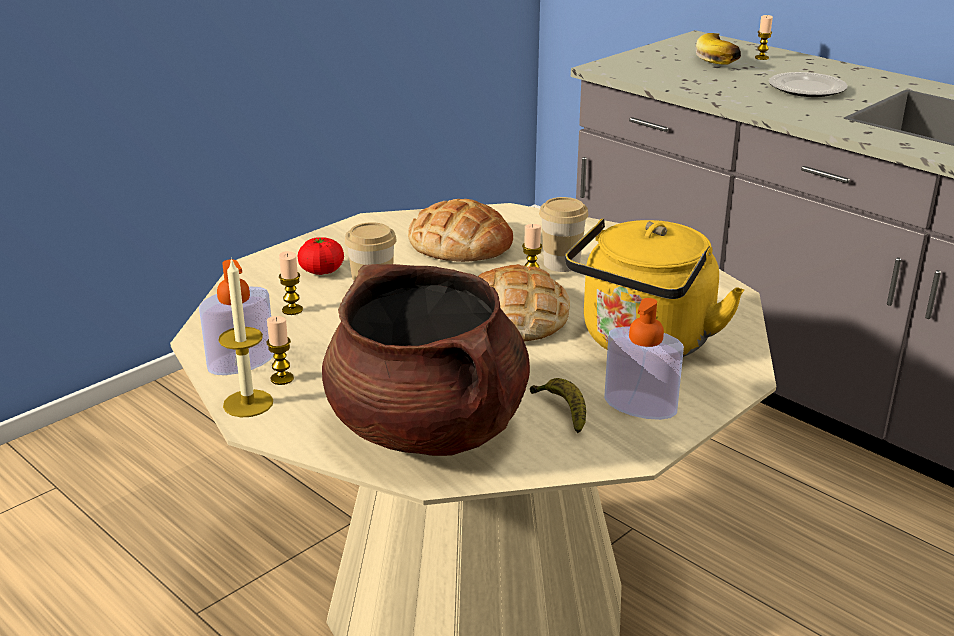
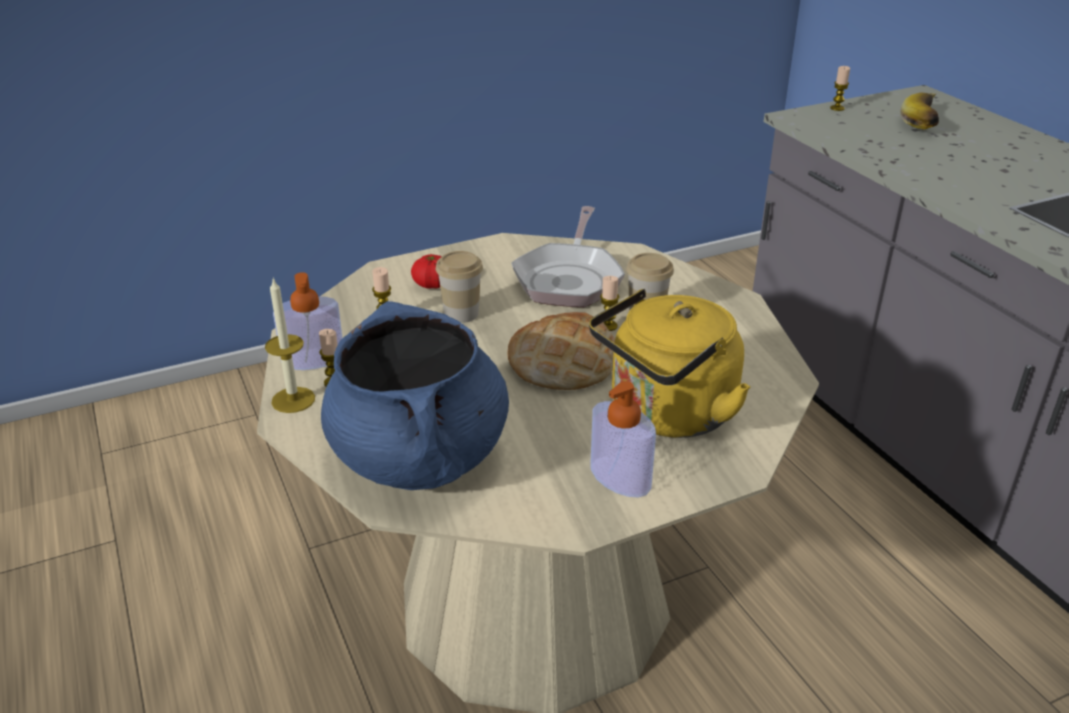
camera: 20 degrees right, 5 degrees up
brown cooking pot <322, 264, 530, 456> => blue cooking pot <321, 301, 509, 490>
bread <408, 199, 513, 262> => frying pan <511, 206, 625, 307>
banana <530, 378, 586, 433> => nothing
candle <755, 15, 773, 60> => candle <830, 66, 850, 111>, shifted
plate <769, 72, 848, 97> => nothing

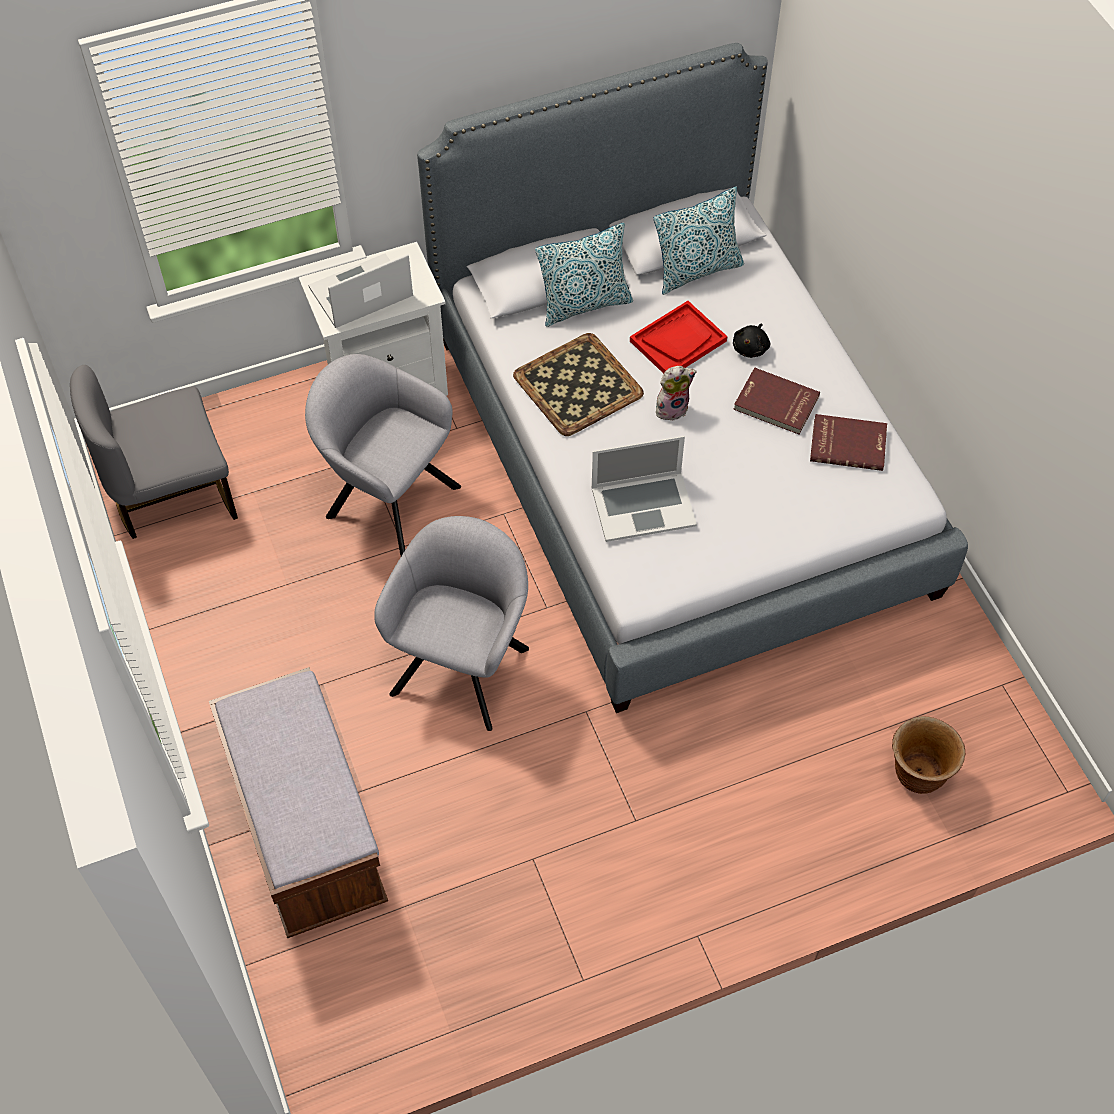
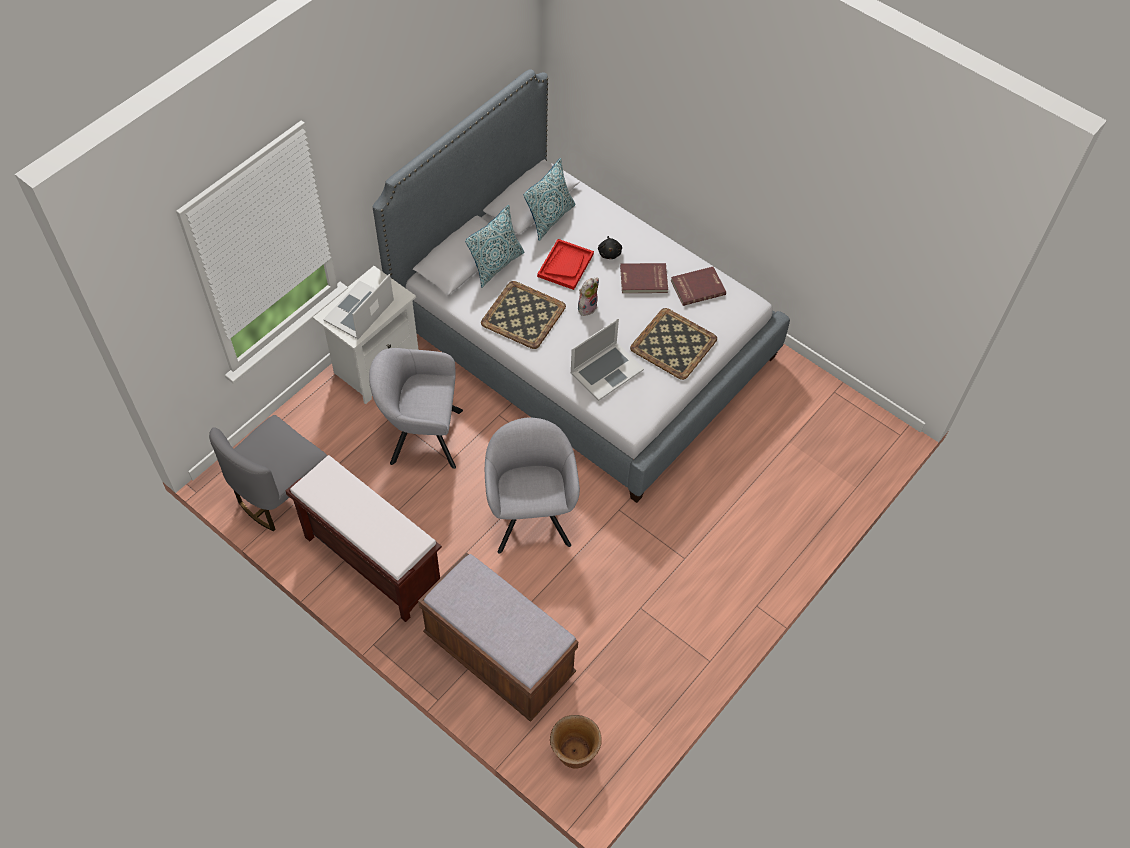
camera: 30 degrees left, 0 degrees up
brown planter <892, 716, 965, 794> => brown planter <550, 715, 602, 769>, shifted
nothing => brown bench <286, 455, 442, 622>
nothing => tray <630, 308, 717, 380>

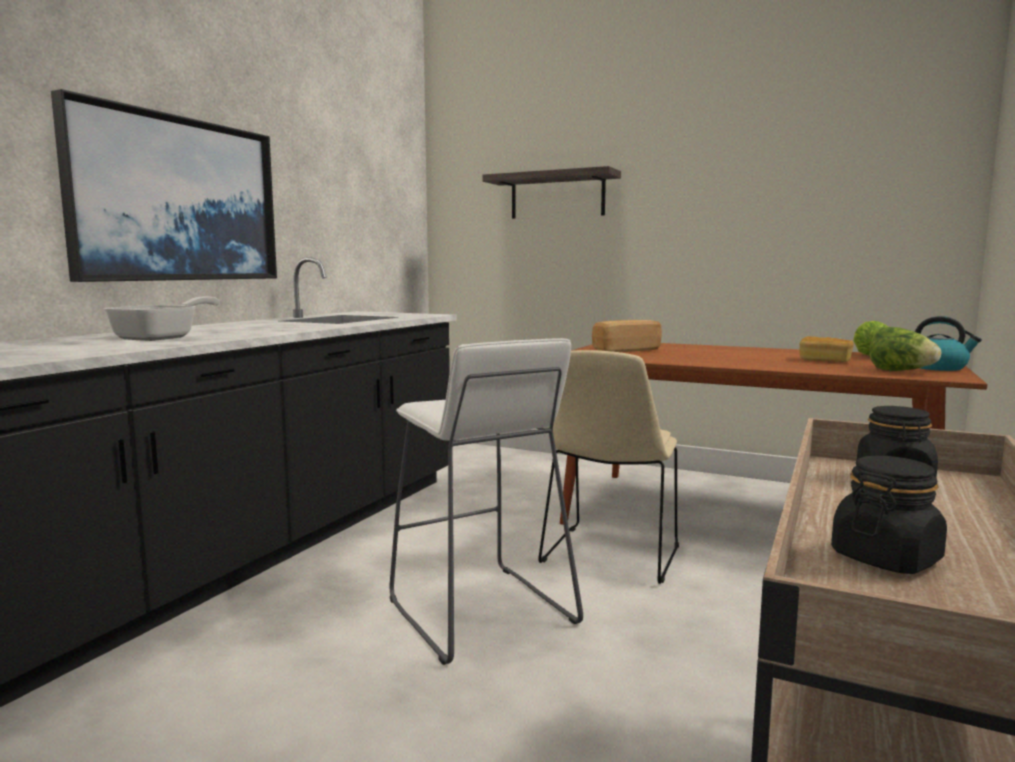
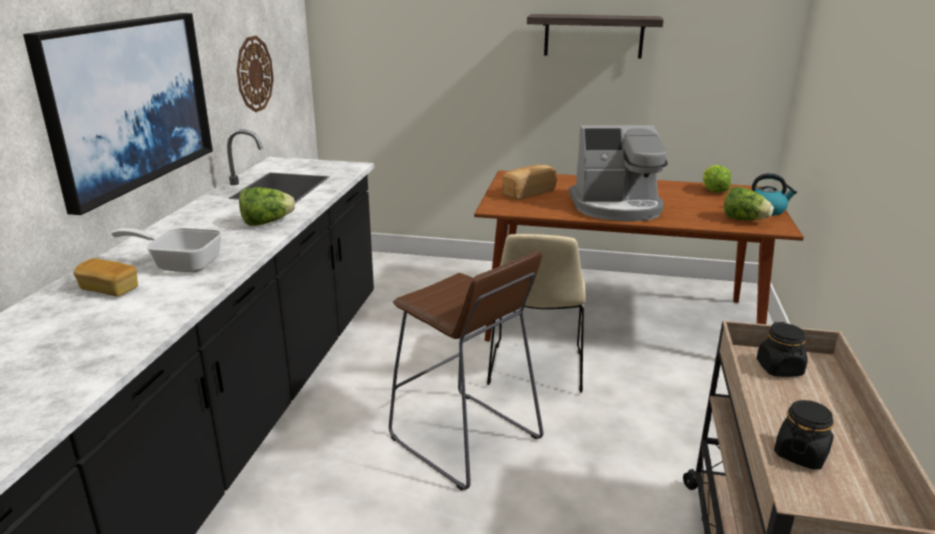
camera: 15 degrees left, 15 degrees up
frying pan <104, 296, 220, 341> => frying pan <111, 228, 222, 272>, 90 degrees counterclockwise
white stool <390, 338, 583, 665> => brown stool <389, 251, 543, 491>
shelf <482, 166, 621, 219> => shelf <527, 14, 664, 58>, shifted
bread <799, 336, 854, 362> => bread <73, 258, 138, 297>, shifted
nothing => wall clock <237, 36, 274, 112>
nothing => lettuce <239, 187, 295, 226>
nothing => coffee machine <569, 125, 668, 221>

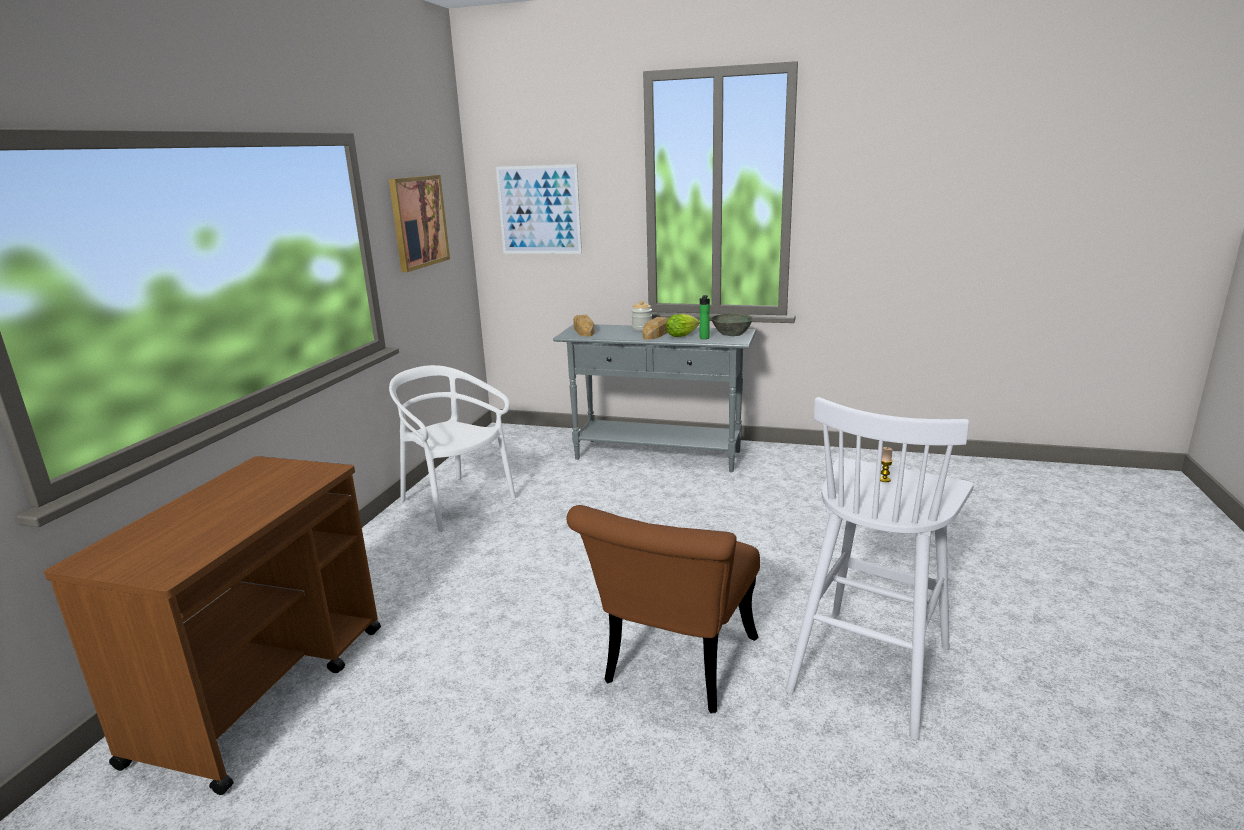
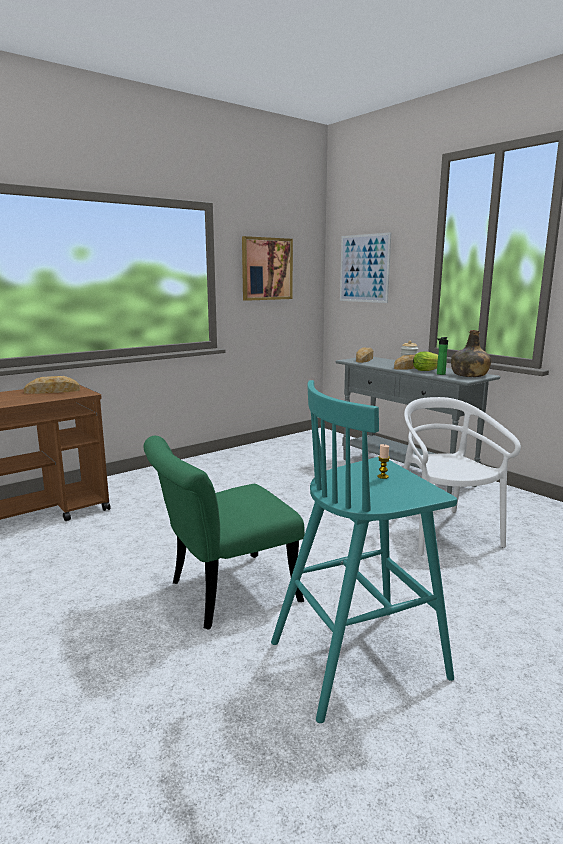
camera: 35 degrees right, 5 degrees down
white chair <389, 365, 516, 532> => white chair <404, 397, 521, 556>, shifted
brown chair <566, 505, 760, 713> => green chair <143, 436, 305, 630>
grey bowl <710, 313, 754, 336> => green bottle <451, 330, 491, 377>
white stool <786, 397, 974, 740> => turquoise stool <271, 380, 457, 723>
nothing => bread <24, 376, 80, 394>

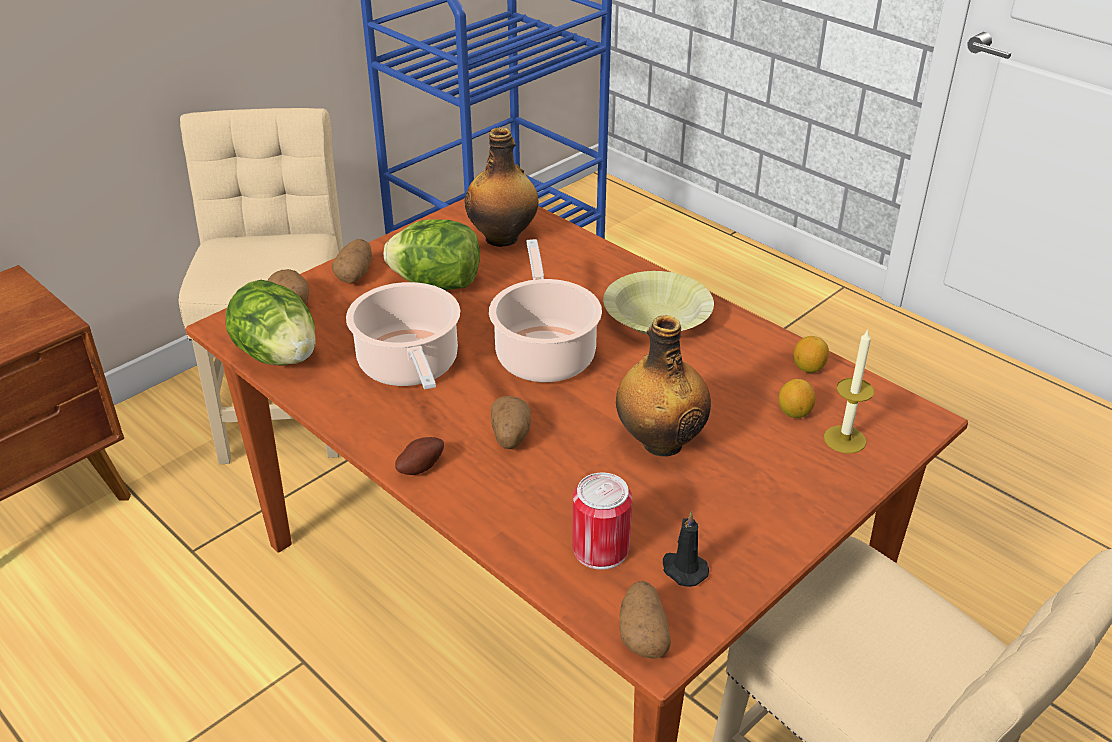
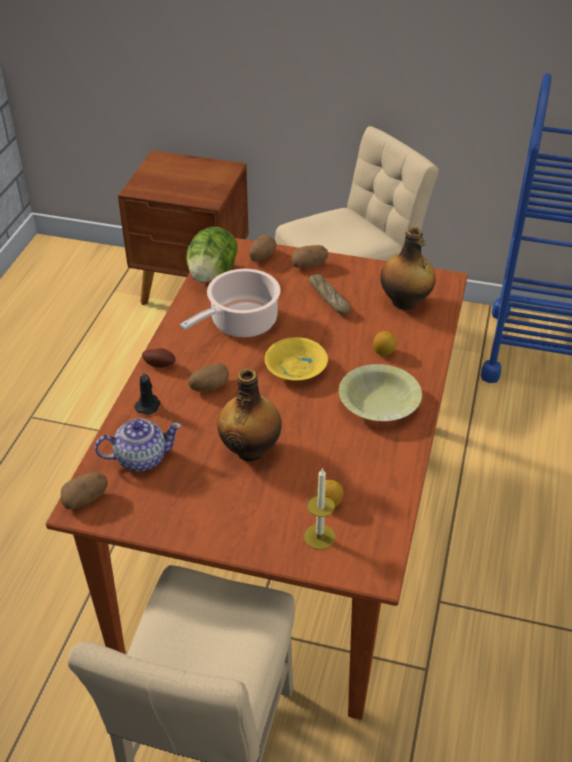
camera: 60 degrees right, 5 degrees up
lettuce <384, 219, 480, 290> => bread <309, 274, 350, 315>
cooking pot <489, 239, 602, 382> => yellow bowl <265, 337, 328, 380>
can <572, 473, 632, 570> => teapot <95, 418, 182, 471>
black candle <663, 511, 709, 587> => black candle <134, 371, 161, 415>, shifted
lemon <793, 336, 829, 373> => lemon <373, 331, 396, 355>, shifted

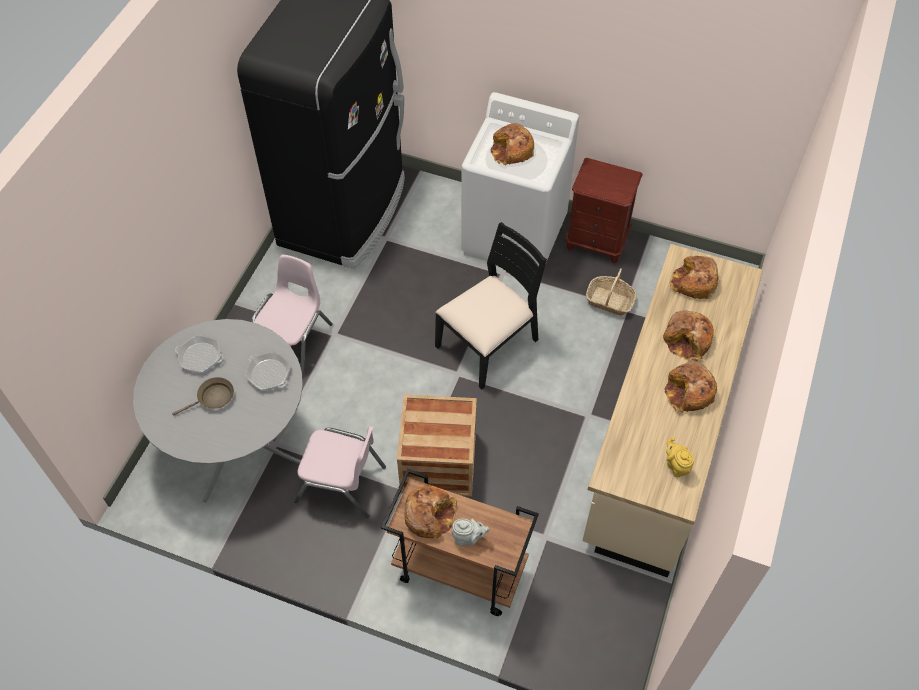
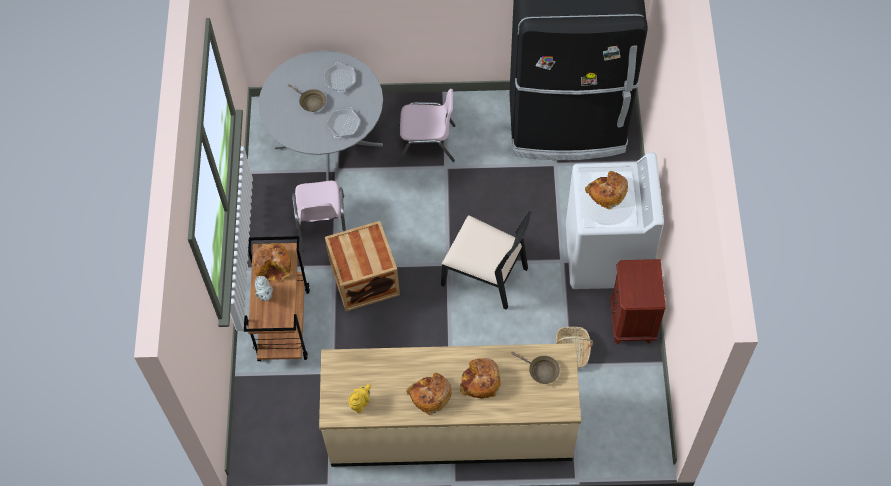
camera: 70 degrees right, 5 degrees up
bread <670, 256, 718, 299> => brown frying pan <511, 352, 560, 384>

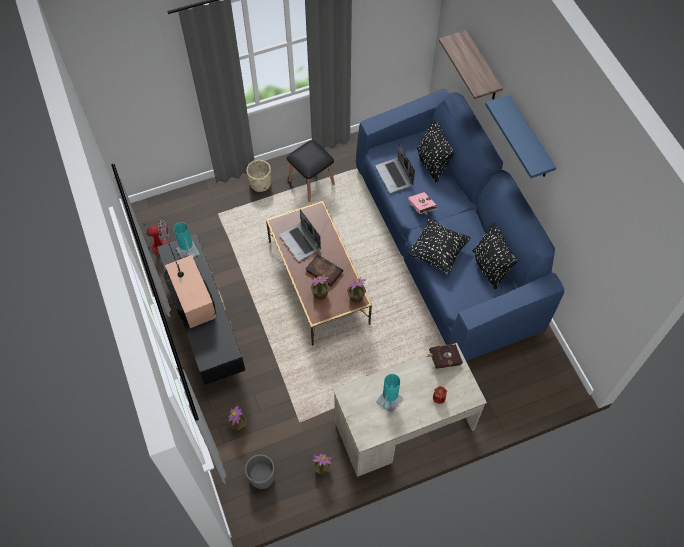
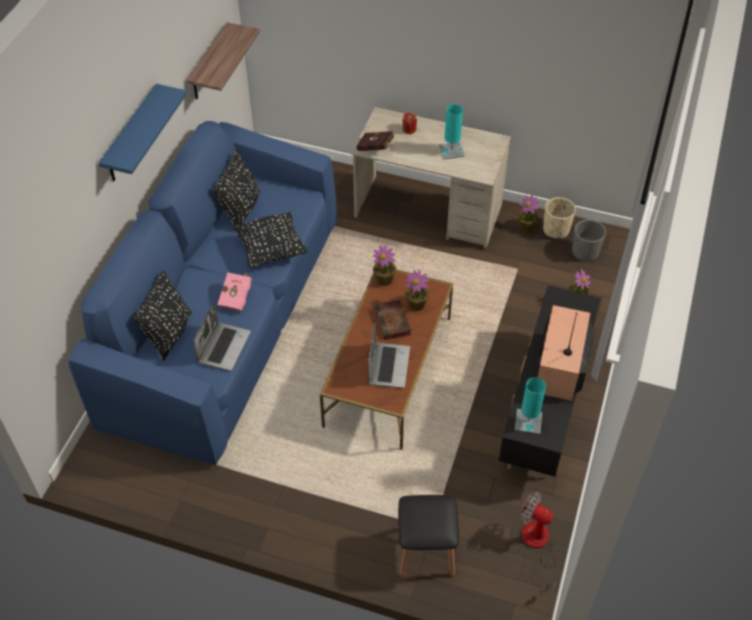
camera: 140 degrees left, 10 degrees down
beige planter <247, 160, 271, 192> => beige planter <543, 197, 576, 238>, shifted
black stool <287, 140, 335, 202> => black stool <398, 495, 459, 577>, shifted
shelf <439, 30, 503, 100> => shelf <186, 22, 260, 99>, shifted

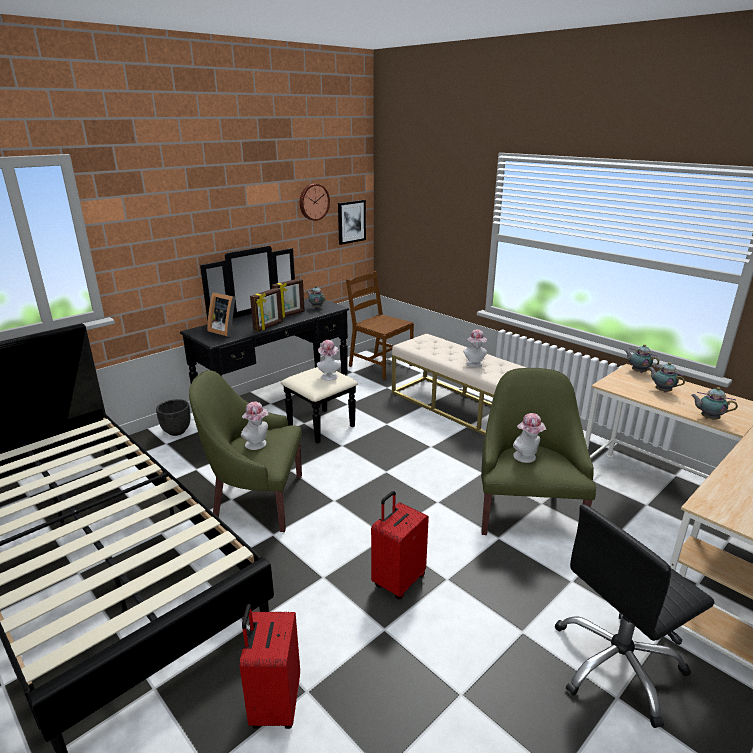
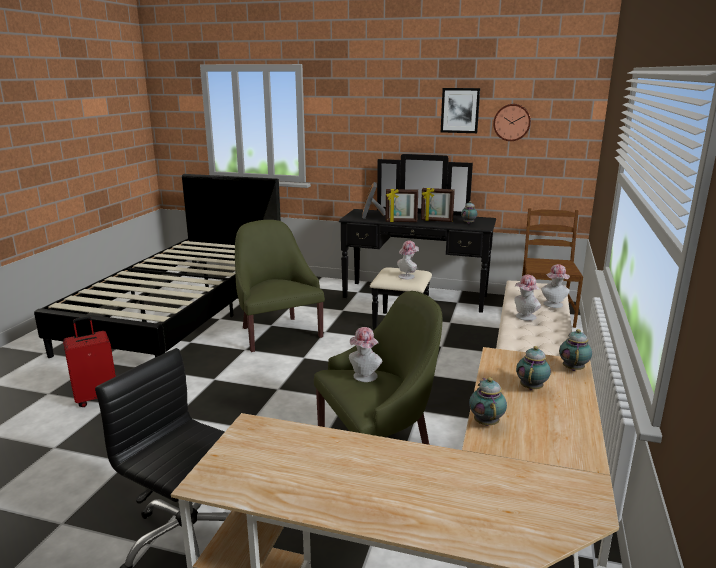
camera: 60 degrees right, 5 degrees down
black planter <156, 399, 190, 436> => nothing
hat <241, 402, 269, 450> => hat <541, 264, 570, 308>, shifted
picture <338, 200, 366, 245> => picture <441, 88, 480, 133>, shifted
red suitcase <371, 491, 429, 600> => nothing

